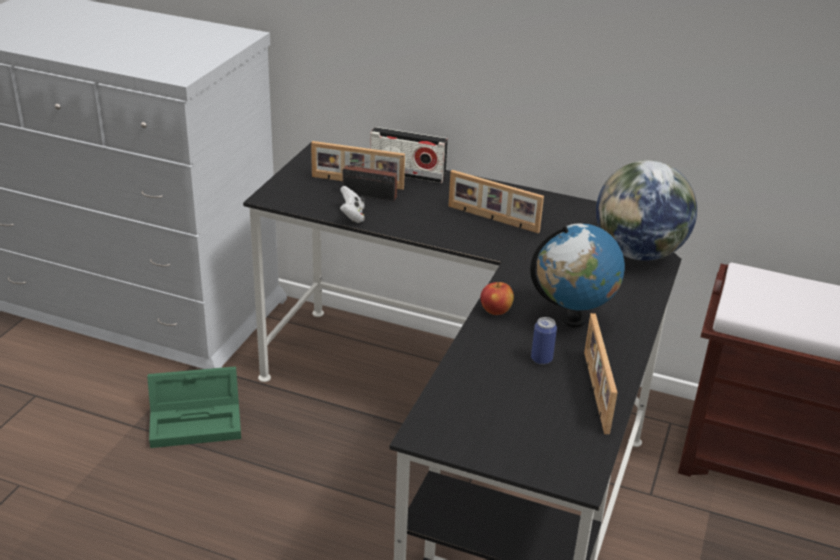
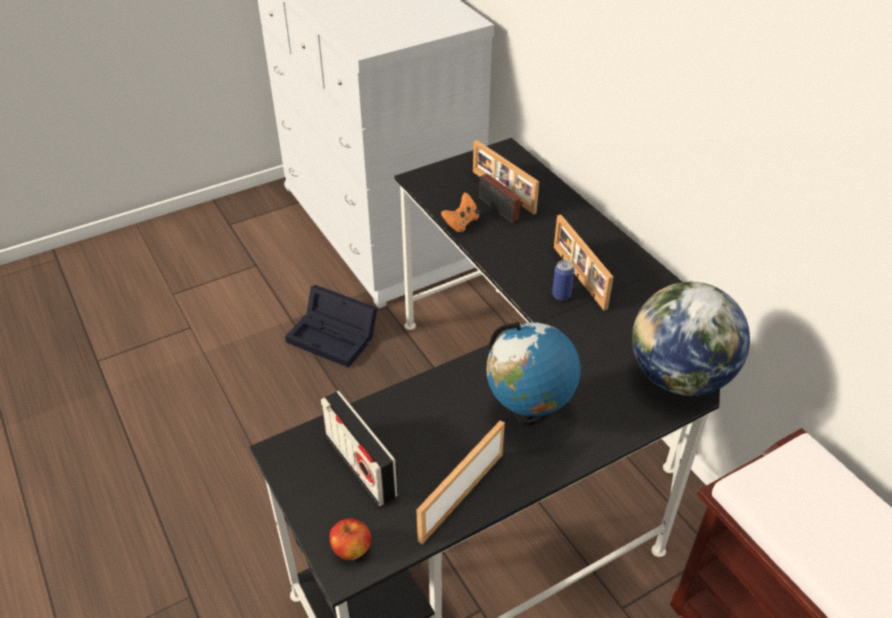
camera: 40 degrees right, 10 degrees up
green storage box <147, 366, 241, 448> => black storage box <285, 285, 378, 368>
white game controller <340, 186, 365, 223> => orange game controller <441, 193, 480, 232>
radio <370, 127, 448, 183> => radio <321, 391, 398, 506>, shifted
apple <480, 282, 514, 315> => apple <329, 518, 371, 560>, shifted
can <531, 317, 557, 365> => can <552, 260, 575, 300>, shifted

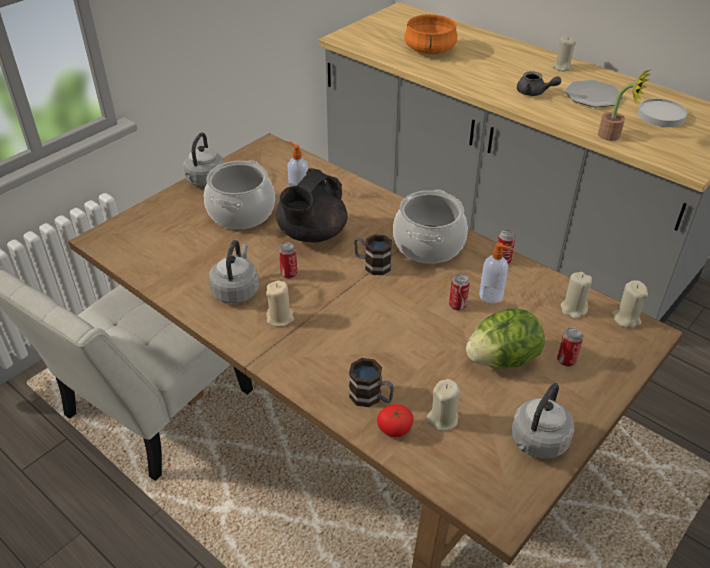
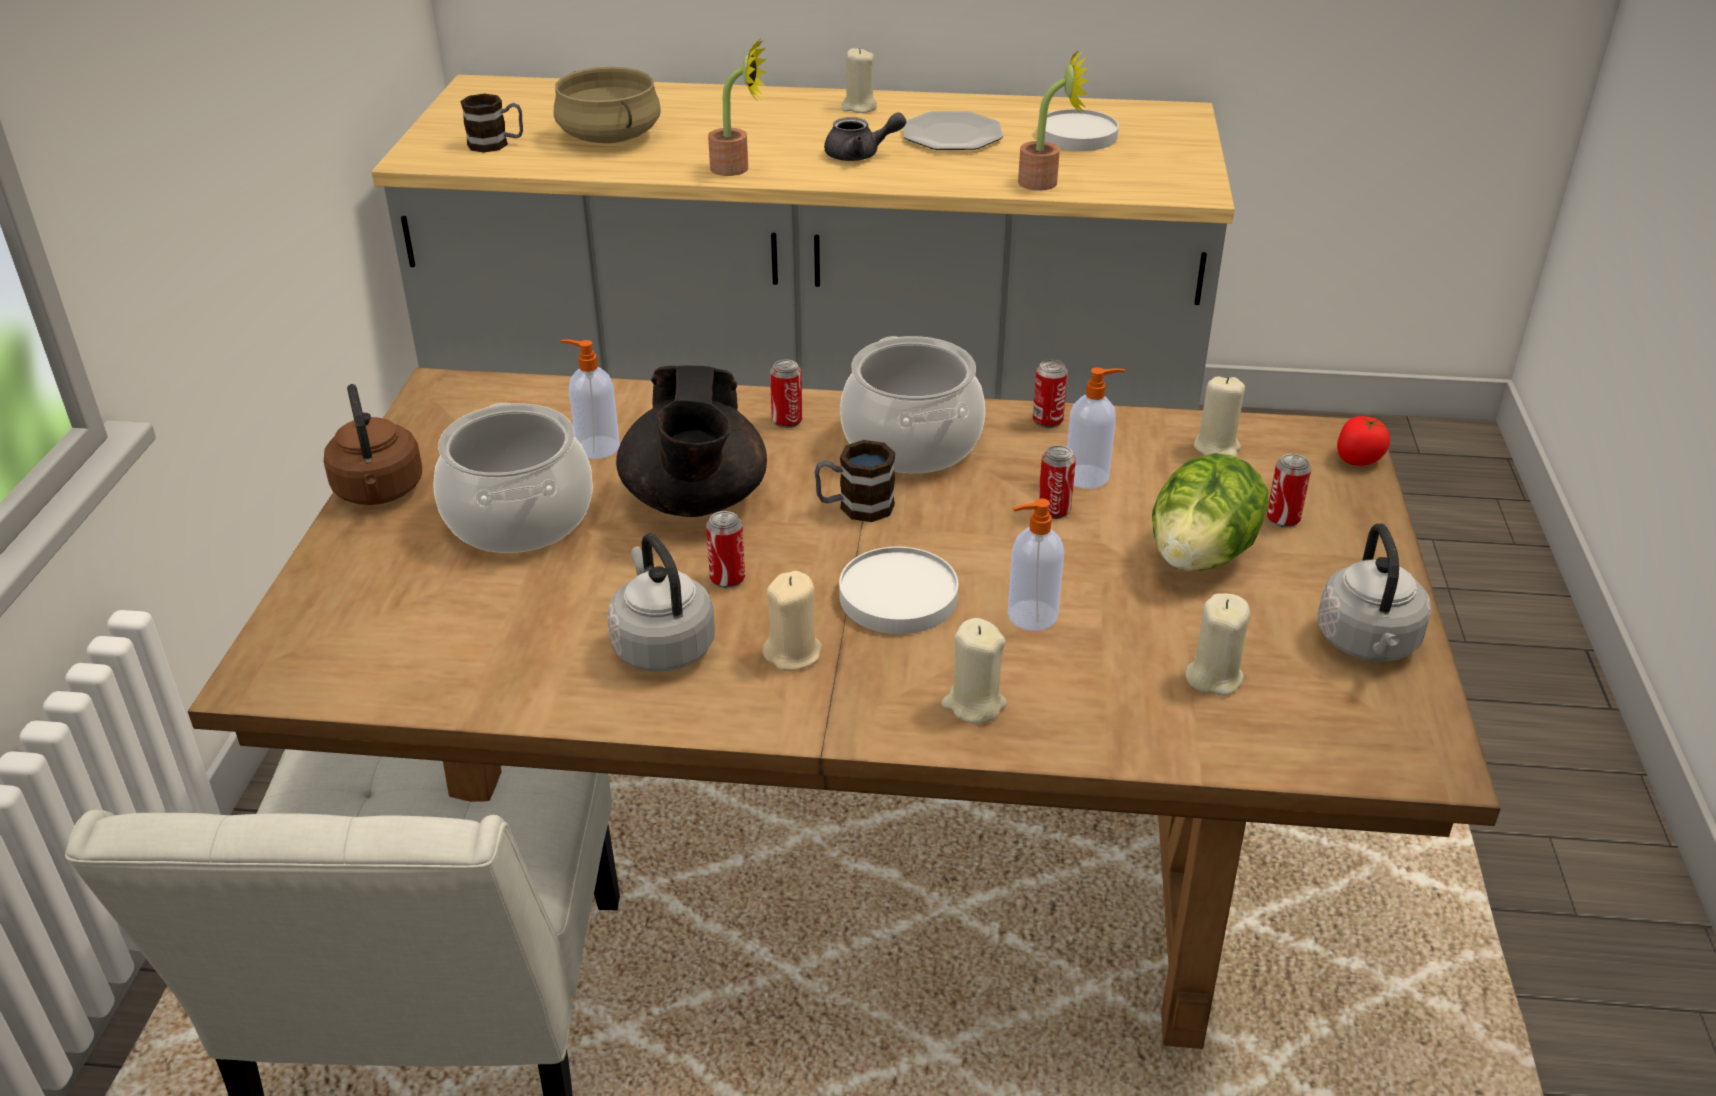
camera: 35 degrees left, 5 degrees down
grey kettle <184, 132, 224, 187> => brown kettle <324, 384, 422, 505>
mug <349, 358, 394, 407> => mug <460, 93, 523, 153>, shifted
tomato <377, 404, 414, 437> => tomato <1337, 416, 1390, 466>, shifted
orange cooking pot <404, 14, 457, 54> => beige cooking pot <554, 67, 661, 143>
beige candle <611, 280, 648, 328> => beige candle <941, 618, 1007, 724>, shifted
nothing => potted plant <708, 39, 767, 176>
nothing => can <770, 359, 803, 428>
nothing => white plate <839, 547, 958, 634>
nothing => soap dispenser <1008, 498, 1064, 631>

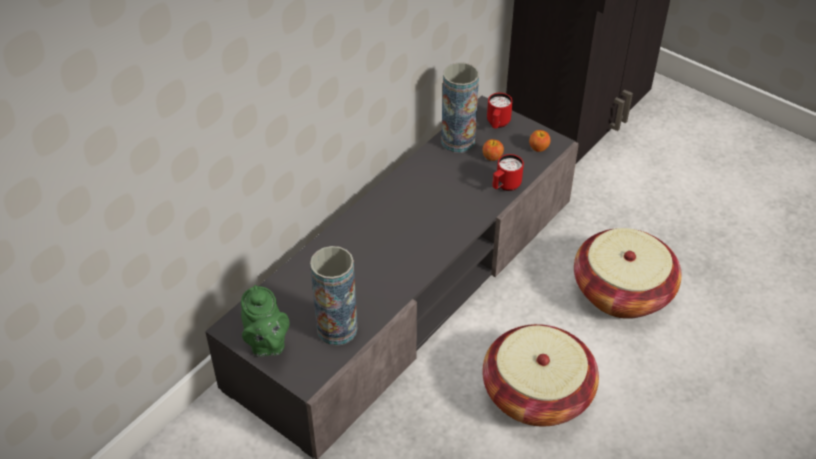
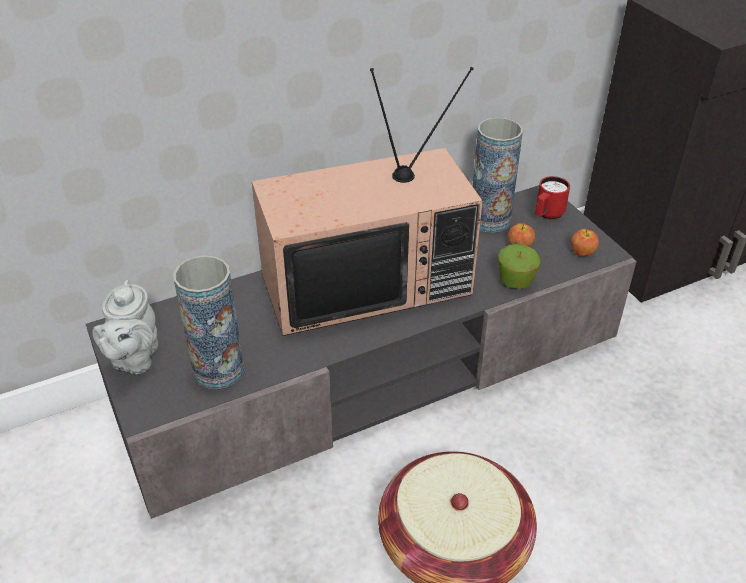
camera: 25 degrees right, 5 degrees down
green teapot <241, 285, 289, 357> => grey teapot <92, 280, 159, 374>
red mug <492, 154, 524, 191> => apple <498, 244, 541, 289>
basket <574, 228, 682, 319> => nothing
nothing => television <252, 67, 483, 336>

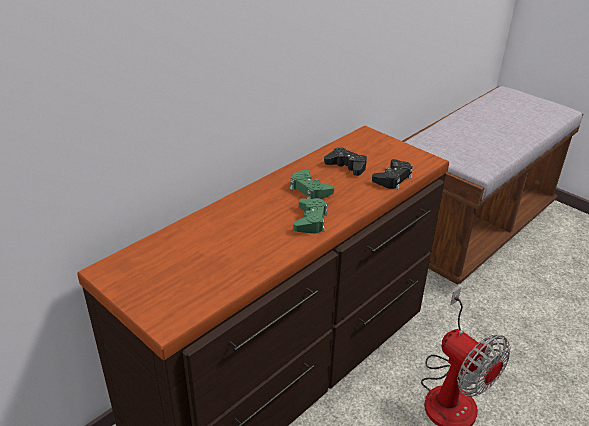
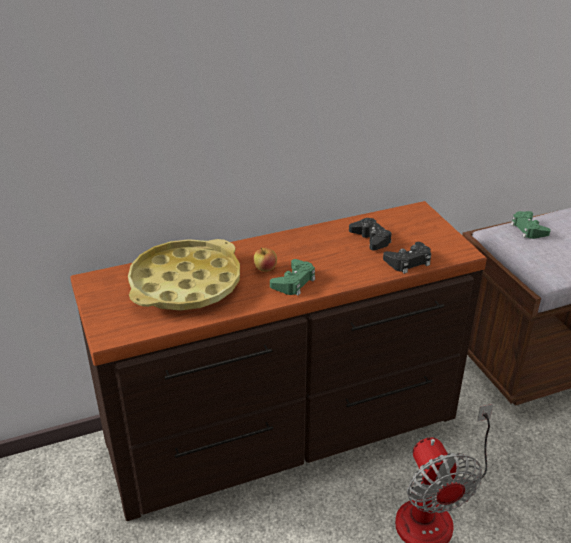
camera: 25 degrees right, 0 degrees up
green game controller <290, 170, 334, 199> => green game controller <511, 211, 551, 239>, shifted
nothing => yellow tray <128, 239, 240, 311>
nothing => apple <254, 248, 277, 272>

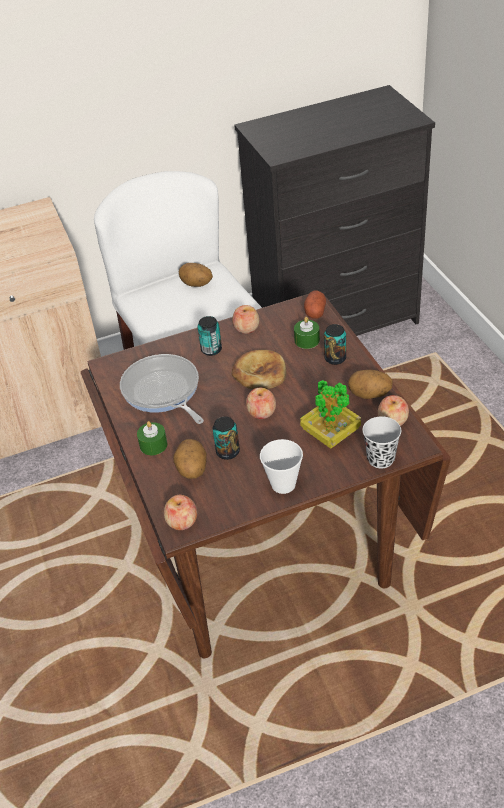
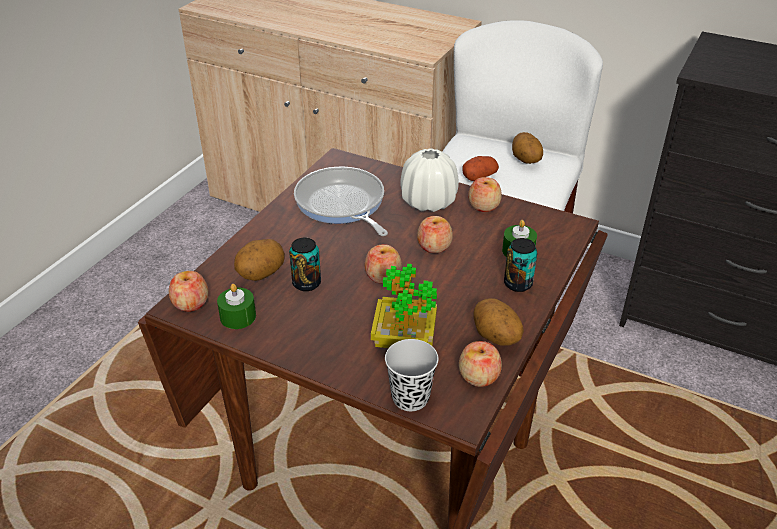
camera: 45 degrees right, 5 degrees down
frying pan <120, 354, 204, 424> => frying pan <294, 167, 388, 236>, 45 degrees counterclockwise
green candle <137, 421, 167, 455> => green candle <217, 284, 256, 329>, shifted
can <198, 316, 222, 356> => white vase <400, 148, 459, 212>
bread <232, 350, 286, 389> => apple <417, 216, 453, 253>
cup <260, 439, 303, 494> => nothing
potato <304, 290, 326, 318> => potato <462, 156, 499, 181>, shifted

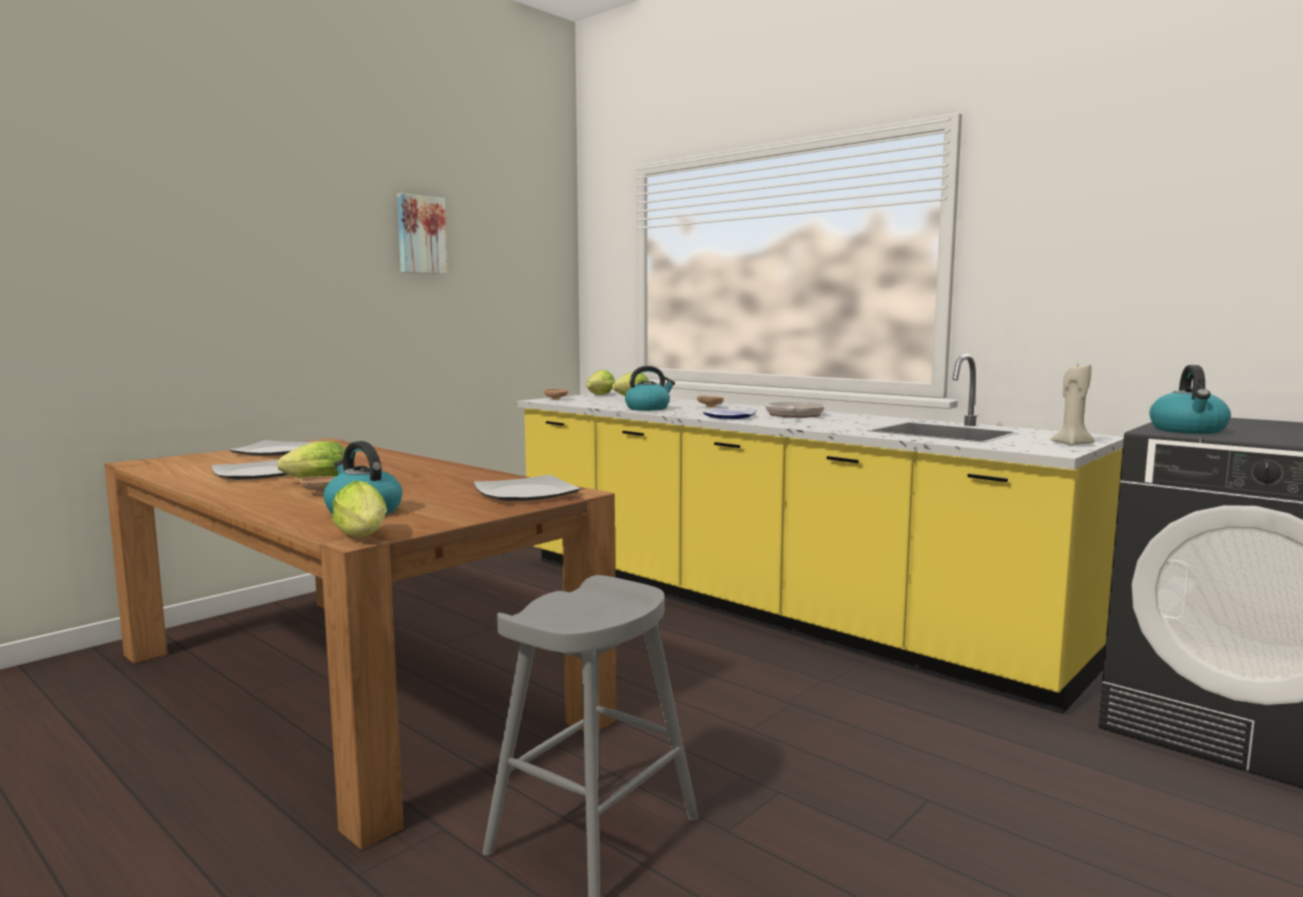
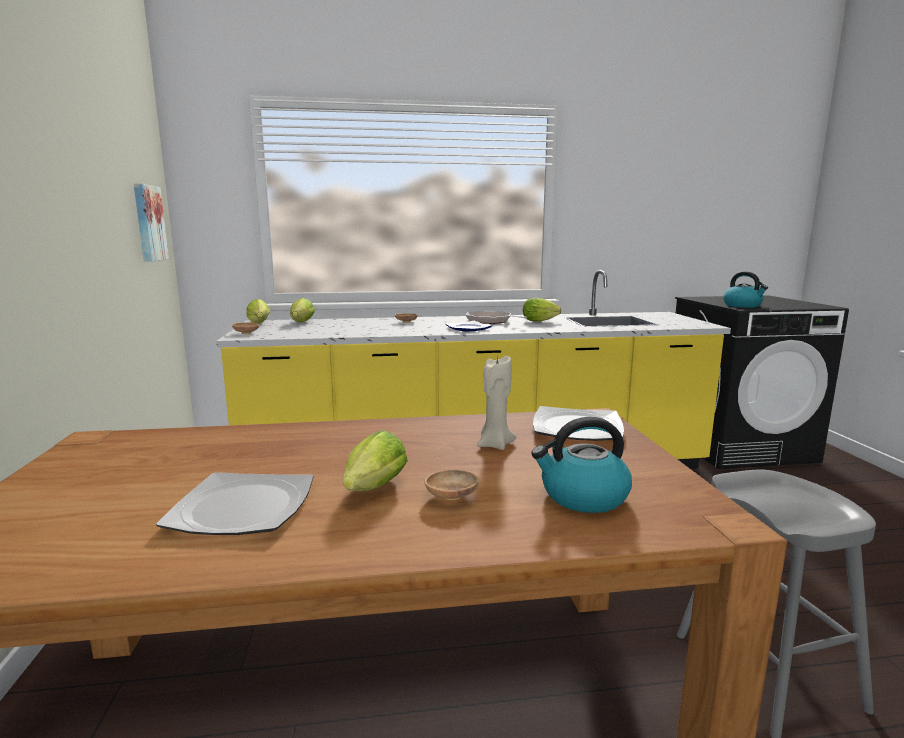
camera: 50 degrees left, 5 degrees up
plate <229, 440, 320, 456> => nothing
lettuce <332, 481, 387, 538> => lettuce <523, 298, 561, 321>, shifted
picture <397, 193, 448, 274> => picture <134, 183, 169, 262>, shifted
kettle <625, 366, 675, 411> => nothing
beige candle <1050, 364, 1095, 446> => beige candle <477, 356, 516, 450>, shifted

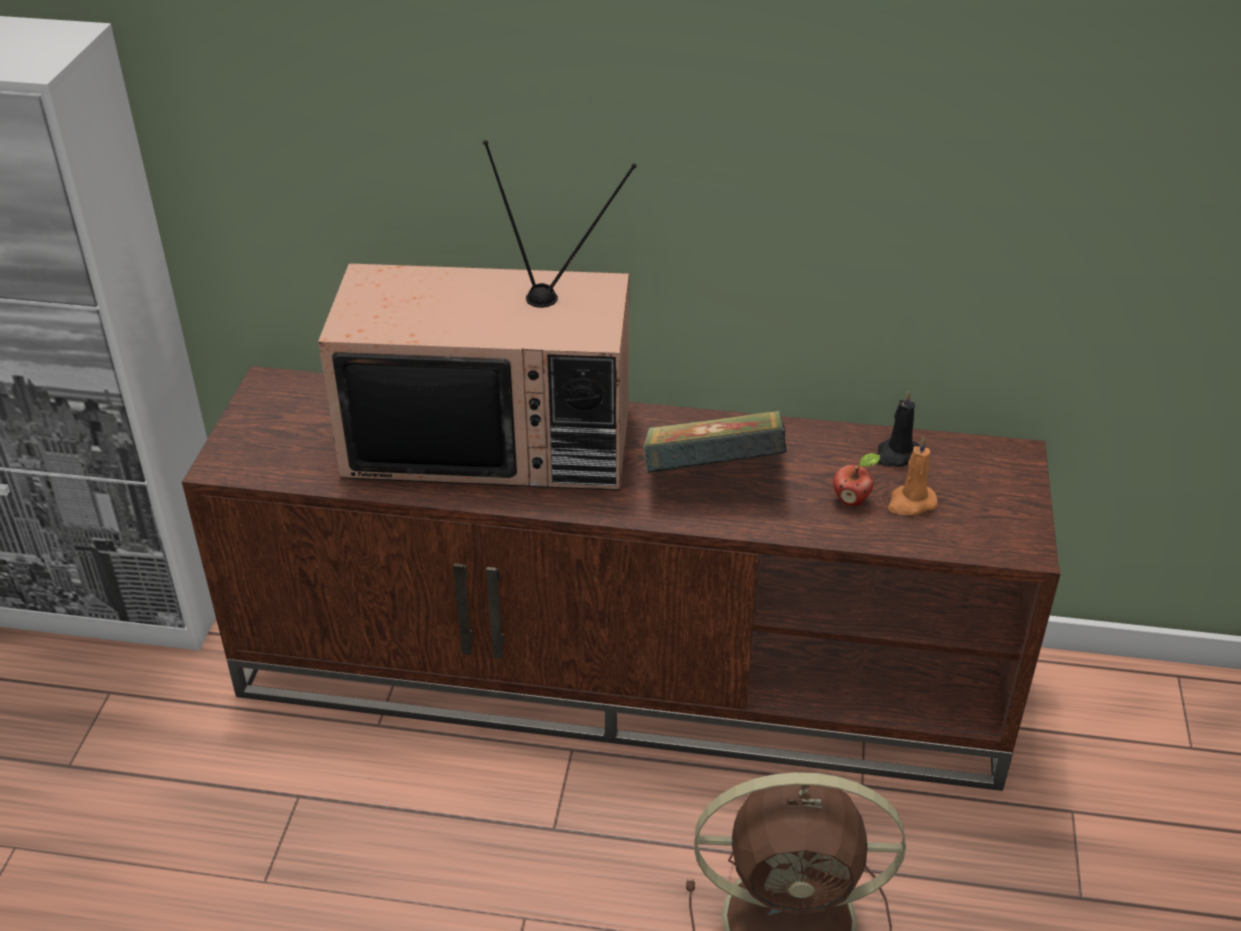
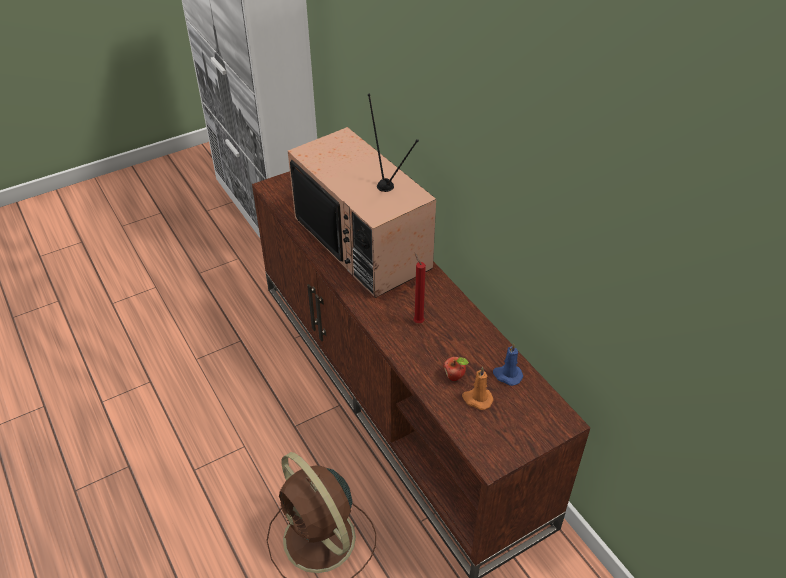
camera: 50 degrees right, 5 degrees up
book <643, 410, 787, 473> => red candle <413, 253, 426, 323>
black candle <877, 390, 920, 467> => blue candle <493, 343, 523, 386>

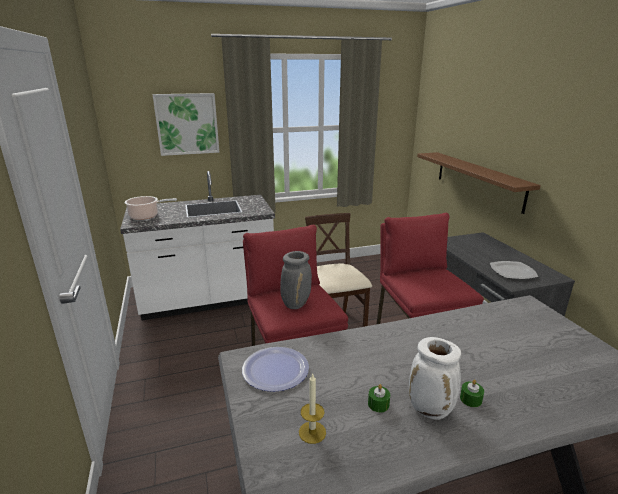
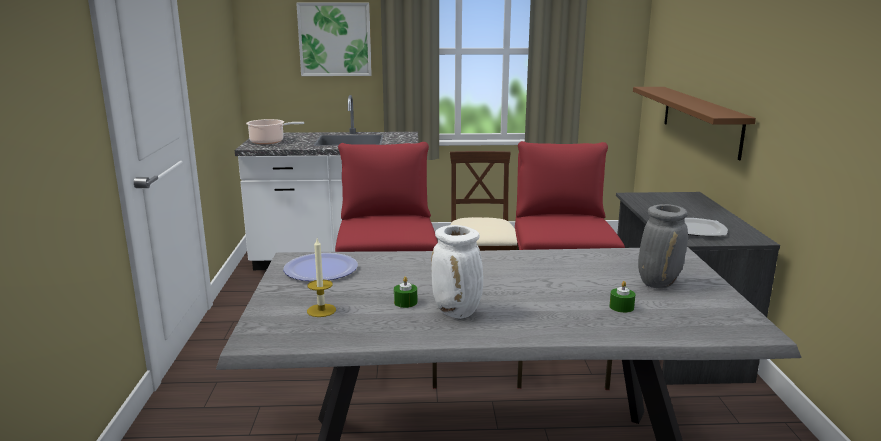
camera: 15 degrees right, 5 degrees down
grey vase <280, 251, 312, 309> => grey vase <638, 204, 688, 289>, shifted
green candle <460, 380, 484, 407> => green candle <609, 281, 635, 313>, shifted

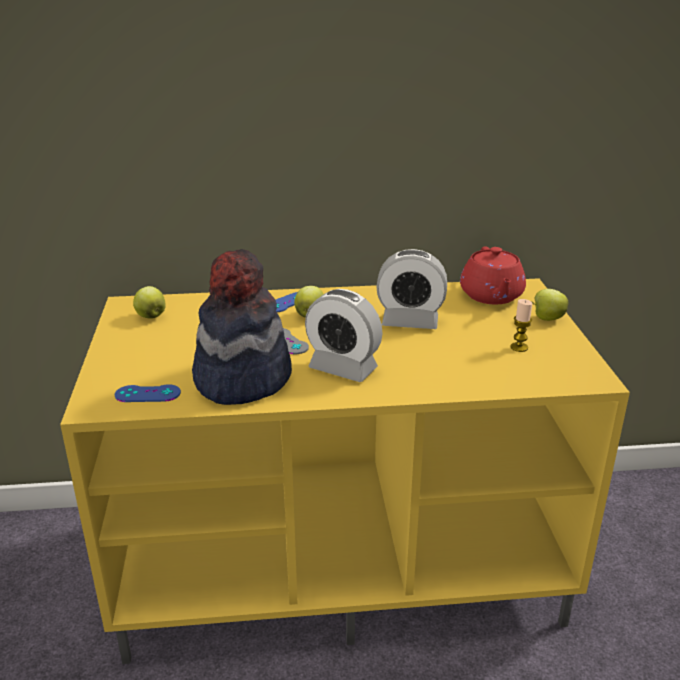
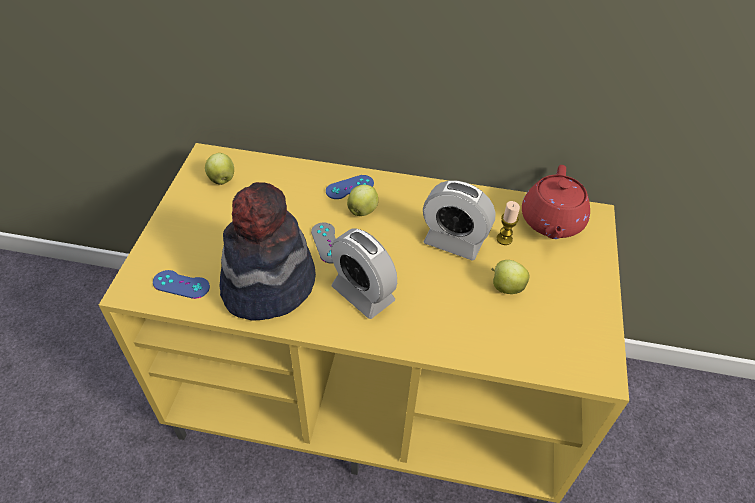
camera: 15 degrees right, 20 degrees up
candle <510, 299, 532, 352> => candle <496, 201, 520, 245>, shifted
apple <531, 289, 568, 321> => apple <491, 260, 530, 294>, shifted

